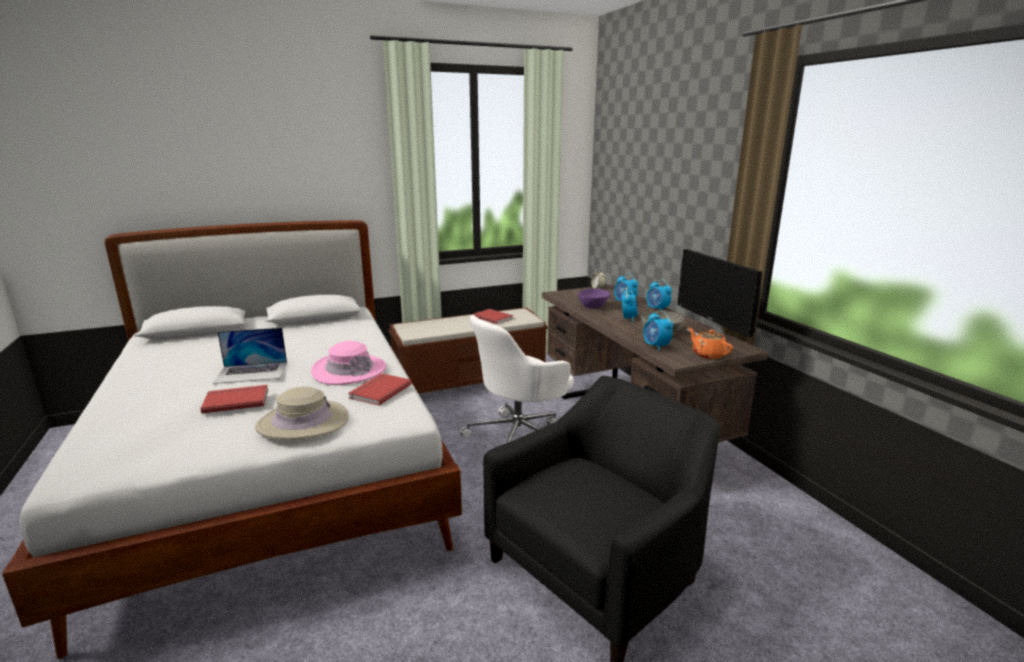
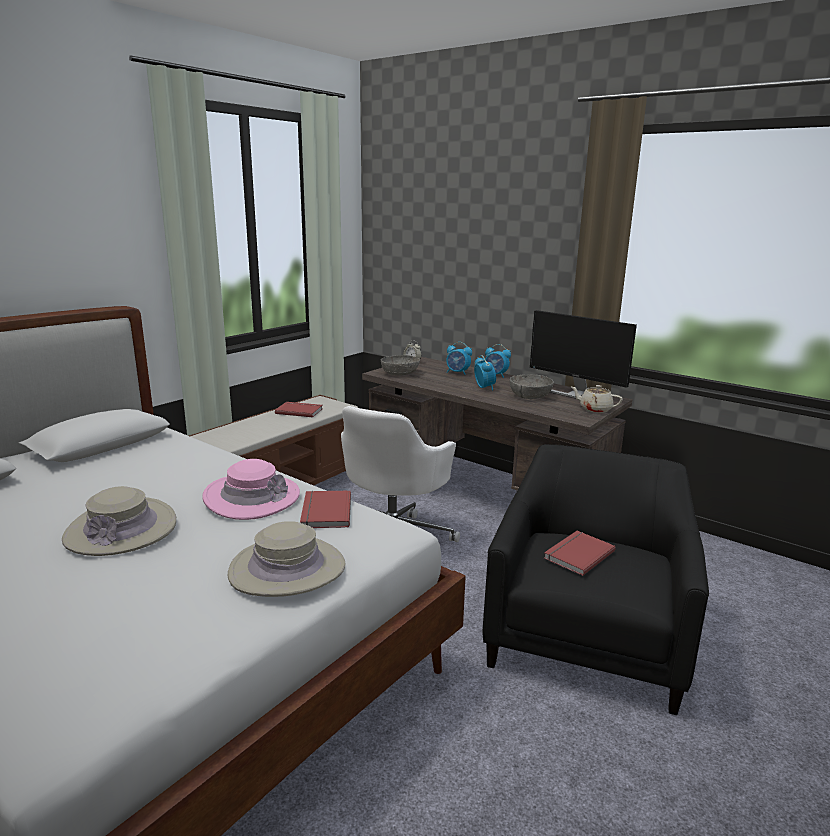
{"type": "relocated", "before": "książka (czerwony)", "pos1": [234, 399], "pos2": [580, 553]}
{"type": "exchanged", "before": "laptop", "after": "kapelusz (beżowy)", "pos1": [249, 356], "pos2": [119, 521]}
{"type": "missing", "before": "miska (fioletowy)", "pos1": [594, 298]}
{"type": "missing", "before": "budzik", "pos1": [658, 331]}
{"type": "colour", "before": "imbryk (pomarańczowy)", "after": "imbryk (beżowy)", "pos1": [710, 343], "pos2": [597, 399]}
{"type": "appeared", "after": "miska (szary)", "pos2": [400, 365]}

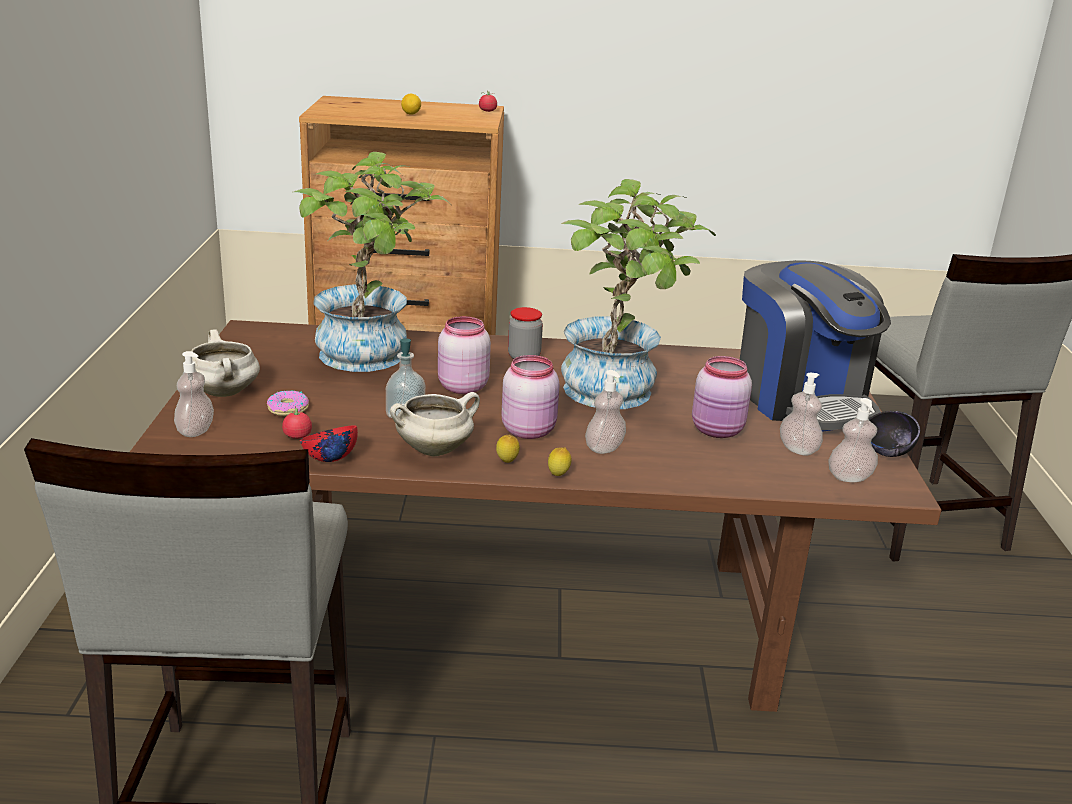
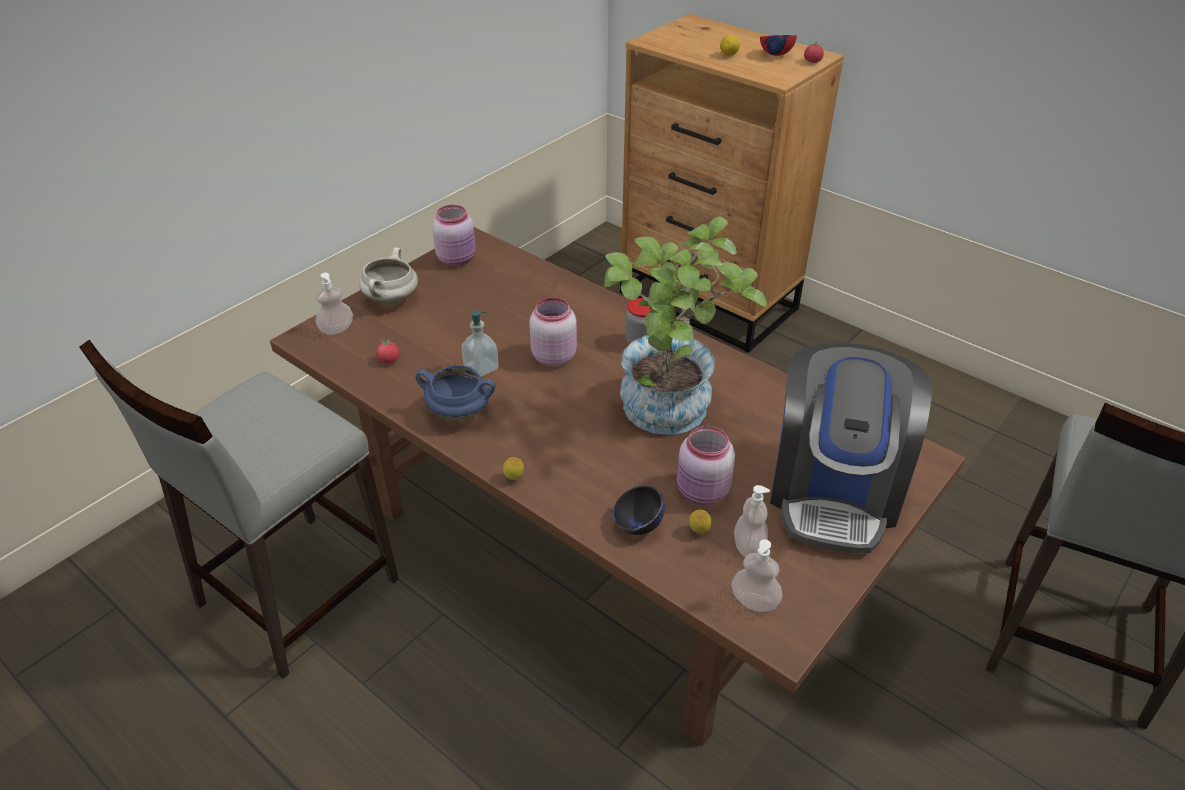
{"type": "missing", "before": "donut", "pos1": [288, 403]}
{"type": "missing", "before": "roślina doniczkowa", "pos1": [371, 262]}
{"type": "relocated", "before": "miska (czerwony)", "pos1": [329, 443], "pos2": [778, 45]}
{"type": "colour", "before": "garnek (biały)", "after": "garnek (niebieski)", "pos1": [435, 424], "pos2": [455, 393]}
{"type": "relocated", "before": "cytryna", "pos1": [508, 449], "pos2": [700, 522]}
{"type": "relocated", "before": "słoik (różowy)", "pos1": [531, 397], "pos2": [454, 235]}
{"type": "missing", "before": "dozownik mydła", "pos1": [605, 412]}
{"type": "relocated", "before": "miska (czarny)", "pos1": [894, 434], "pos2": [639, 510]}

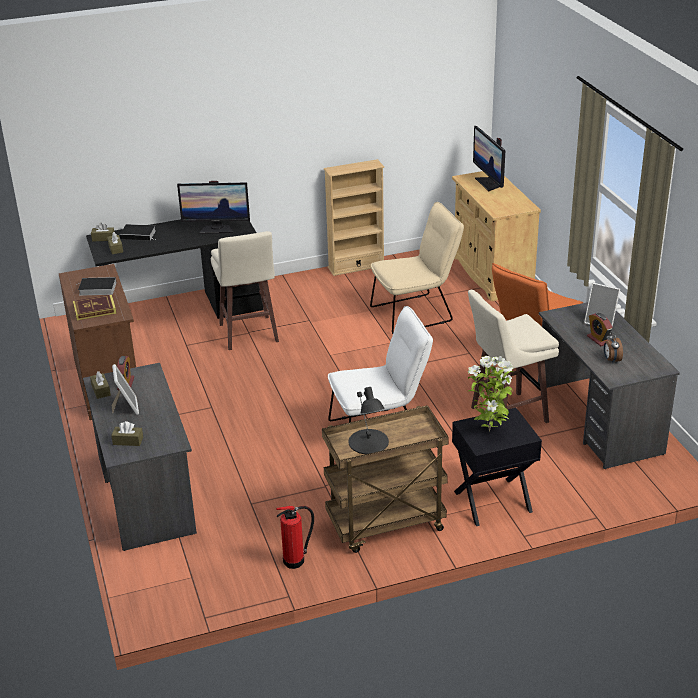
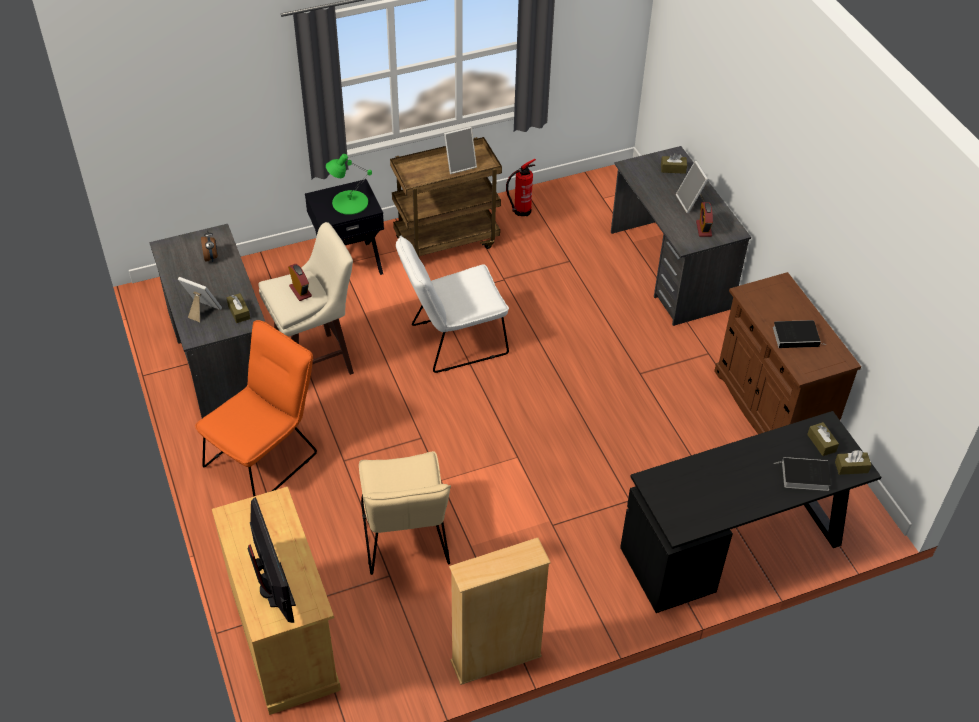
{"type": "missing", "before": "książka", "pos1": [95, 307]}
{"type": "relocated", "before": "pudełko chusteczek (brązowy)", "pos1": [100, 385], "pos2": [238, 308]}
{"type": "missing", "before": "monitor", "pos1": [213, 207]}
{"type": "missing", "before": "stołek (beżowy)", "pos1": [245, 290]}
{"type": "exchanged", "before": "lampa stołowa (czarny)", "after": "ramka na zdjęcie", "pos1": [368, 420], "pos2": [460, 150]}
{"type": "spun", "before": "krzesło (beżowy)", "pos1": [417, 268], "pos2": [405, 513], "turn": -75}
{"type": "exchanged", "before": "roślina doniczkowa", "after": "lampa stołowa (zielony)", "pos1": [490, 394], "pos2": [349, 184]}
{"type": "relocated", "before": "budzik", "pos1": [600, 329], "pos2": [300, 282]}

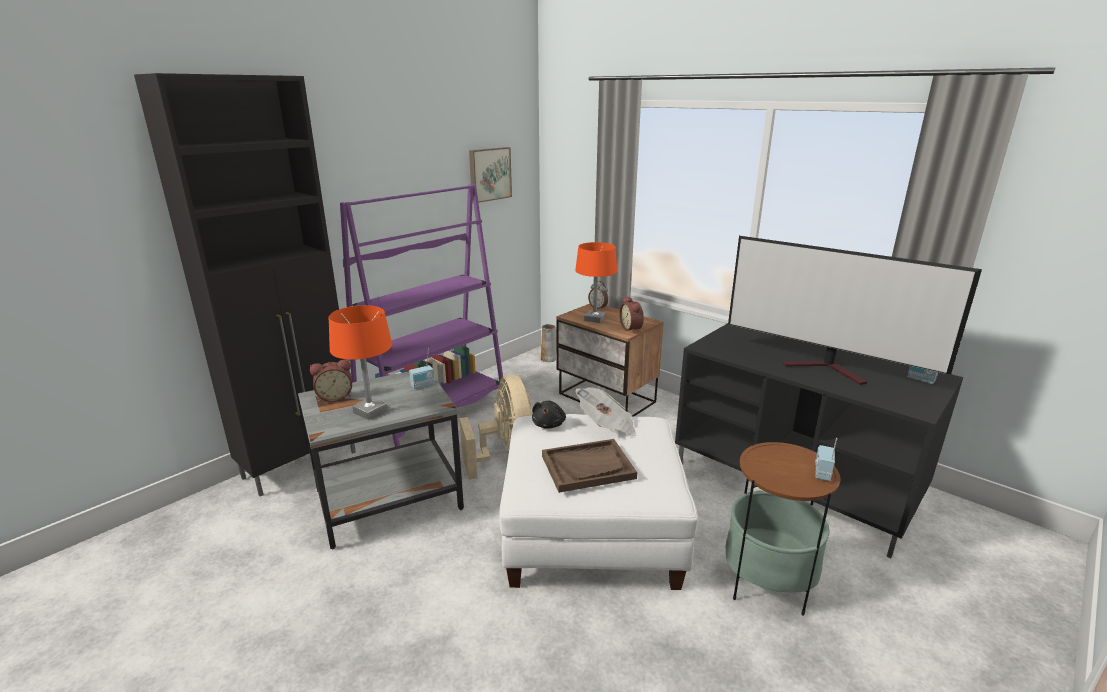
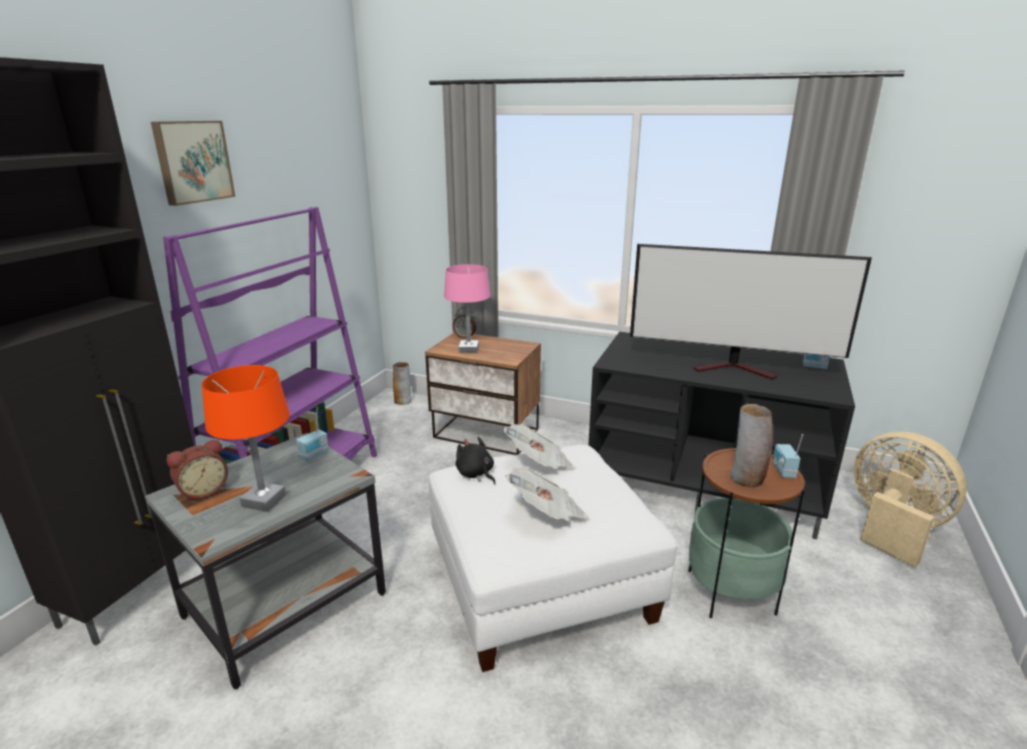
{"type": "relocated", "before": "wentylator (beżowy)", "pos1": [496, 427], "pos2": [910, 499]}
{"type": "relocated", "before": "obraz", "pos1": [490, 175], "pos2": [193, 163]}
{"type": "spun", "before": "pluszak (czarny)", "pos1": [549, 415], "pos2": [475, 461], "turn": 150}
{"type": "exchanged", "before": "taca (brązowy)", "after": "gazeta", "pos1": [589, 466], "pos2": [547, 494]}
{"type": "colour", "before": "lampa stołowa (pomarańczowy)", "after": "lampa stołowa (różowy)", "pos1": [596, 282], "pos2": [467, 308]}
{"type": "missing", "before": "budzik", "pos1": [631, 314]}
{"type": "appeared", "after": "wazon", "pos2": [751, 445]}

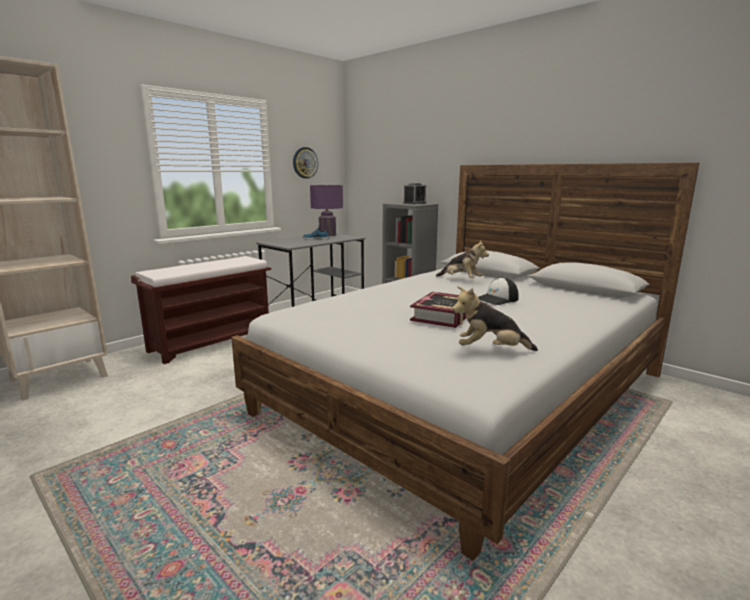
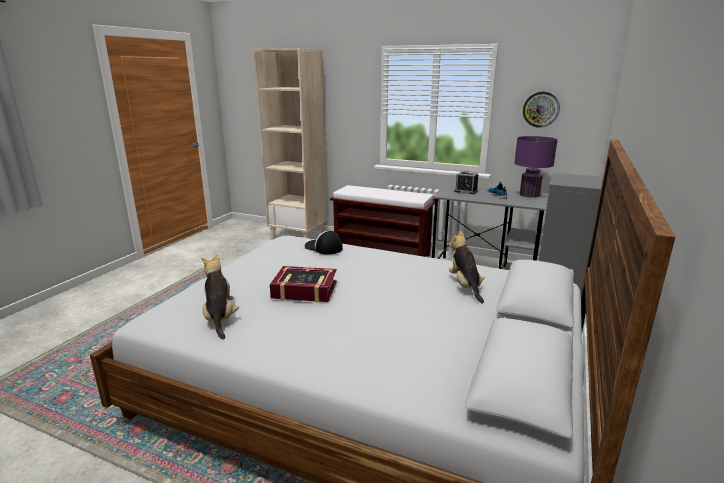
{"type": "relocated", "before": "budzik", "pos1": [414, 193], "pos2": [466, 182]}
{"type": "spun", "before": "pluszak", "pos1": [462, 259], "pos2": [467, 267], "turn": 150}
{"type": "relocated", "before": "czapka z daszkiem", "pos1": [498, 291], "pos2": [324, 242]}

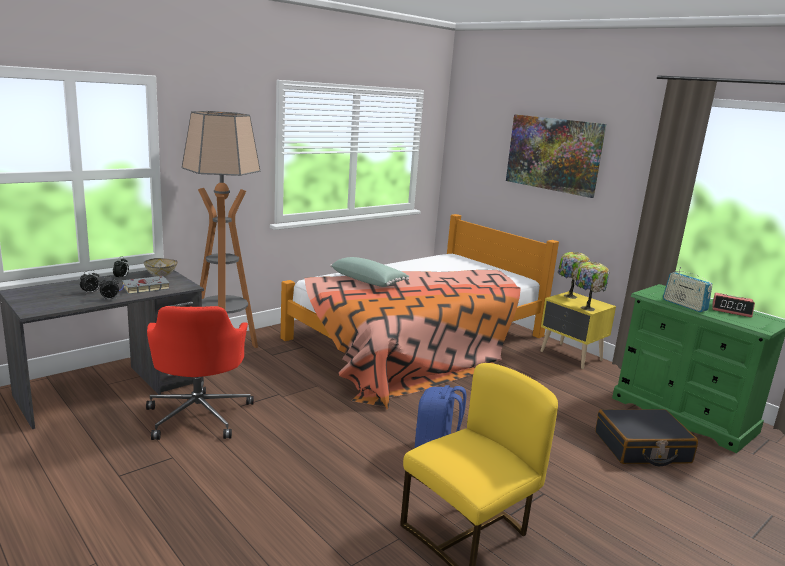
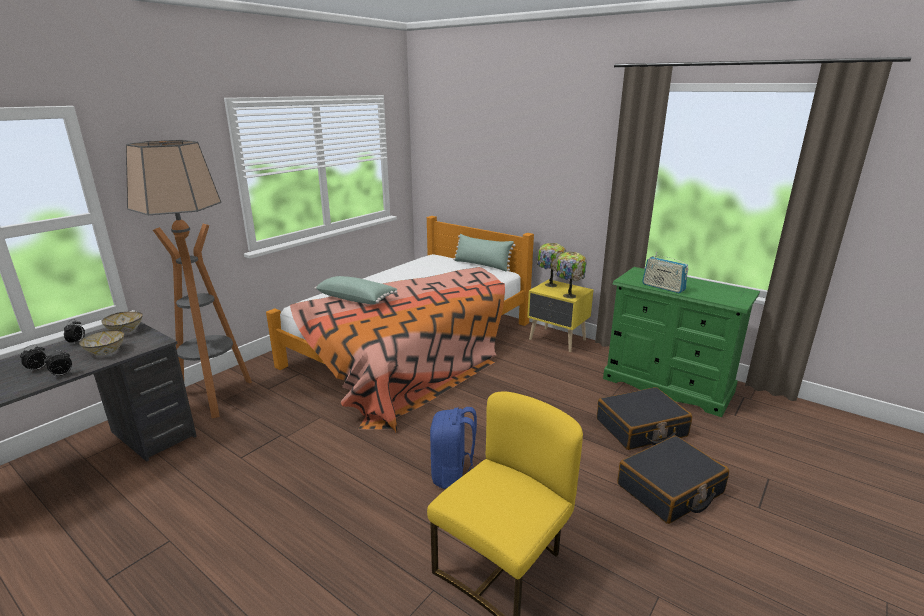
{"type": "exchanged", "before": "książka (szary)", "after": "miska", "pos1": [144, 285], "pos2": [101, 342]}
{"type": "missing", "before": "krzesło biurowe (czerwony)", "pos1": [200, 373]}
{"type": "missing", "before": "obraz", "pos1": [556, 156]}
{"type": "missing", "before": "budzik", "pos1": [734, 305]}
{"type": "appeared", "after": "poduszka (zielony)", "pos2": [484, 253]}
{"type": "appeared", "after": "walizka (czarny)", "pos2": [673, 480]}

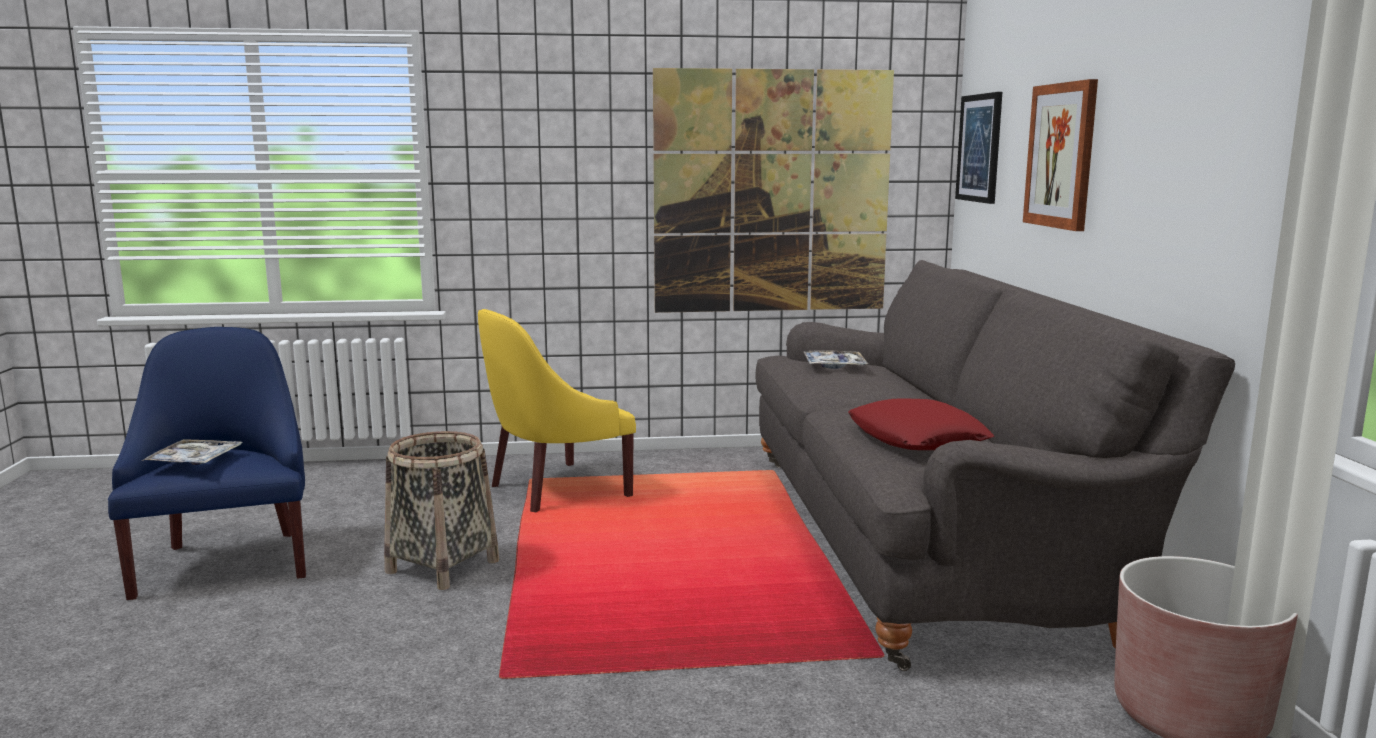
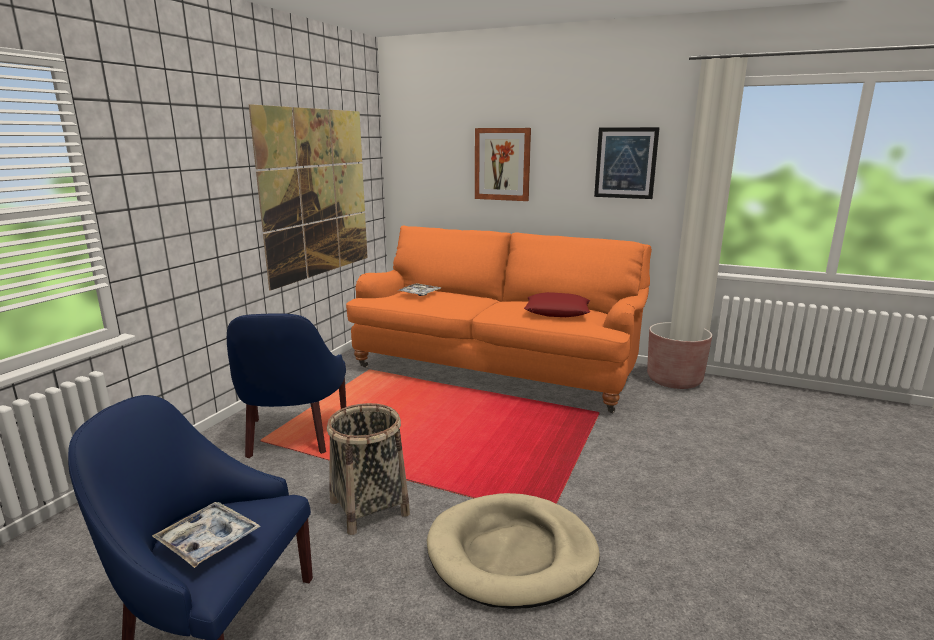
{"type": "colour", "before": "fotel (żółty)", "after": "fotel (niebieski)", "pos1": [557, 410], "pos2": [286, 386]}
{"type": "colour", "before": "kanapa (szary)", "after": "kanapa (pomarańczowy)", "pos1": [995, 465], "pos2": [499, 319]}
{"type": "relocated", "before": "obraz", "pos1": [978, 148], "pos2": [627, 163]}
{"type": "appeared", "after": "legowisko (beżowy)", "pos2": [513, 551]}

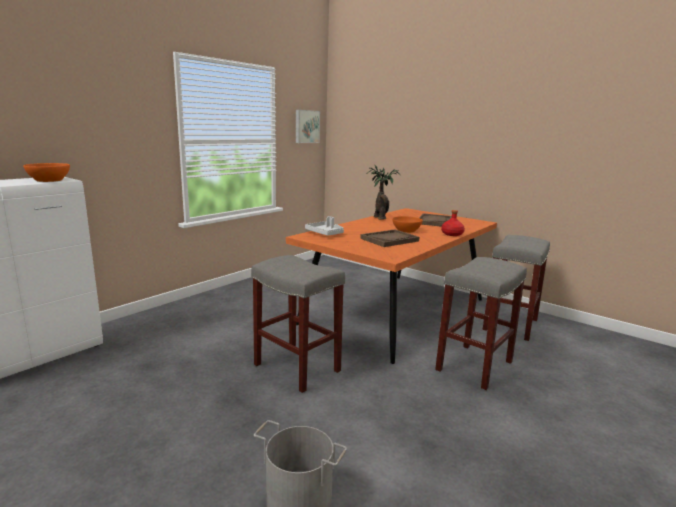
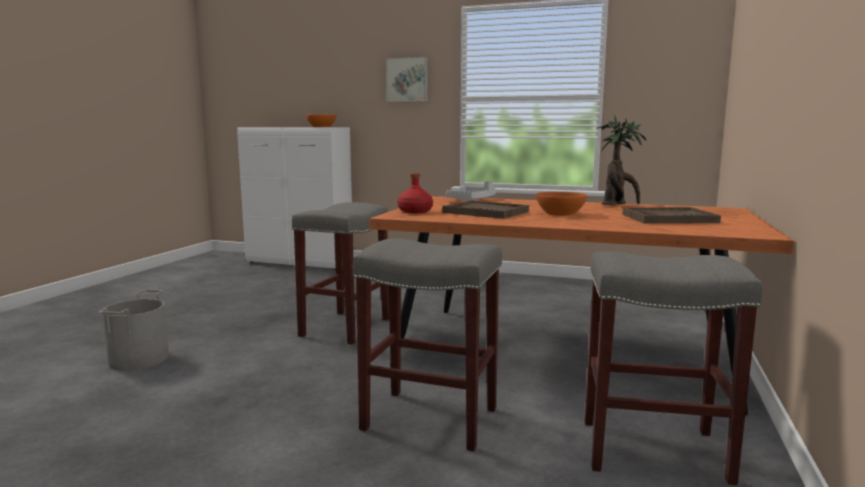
{"type": "relocated", "before": "obraz", "pos1": [308, 126], "pos2": [407, 79]}
{"type": "relocated", "before": "butelka (czerwony)", "pos1": [453, 223], "pos2": [415, 193]}

